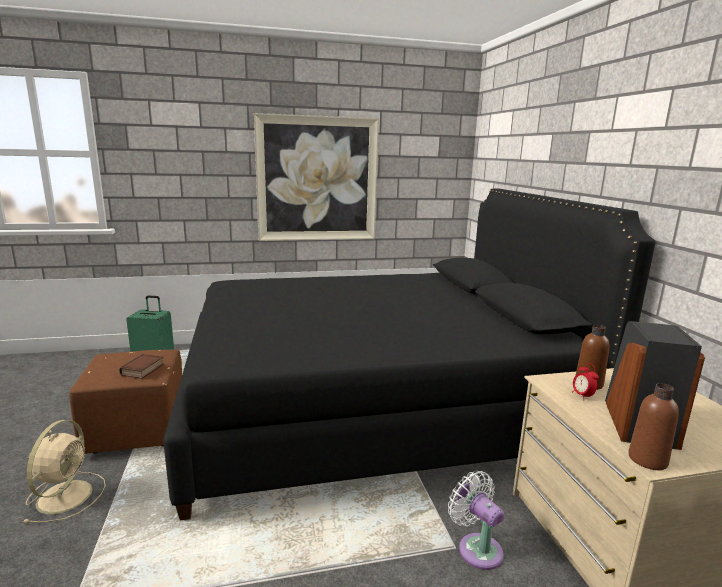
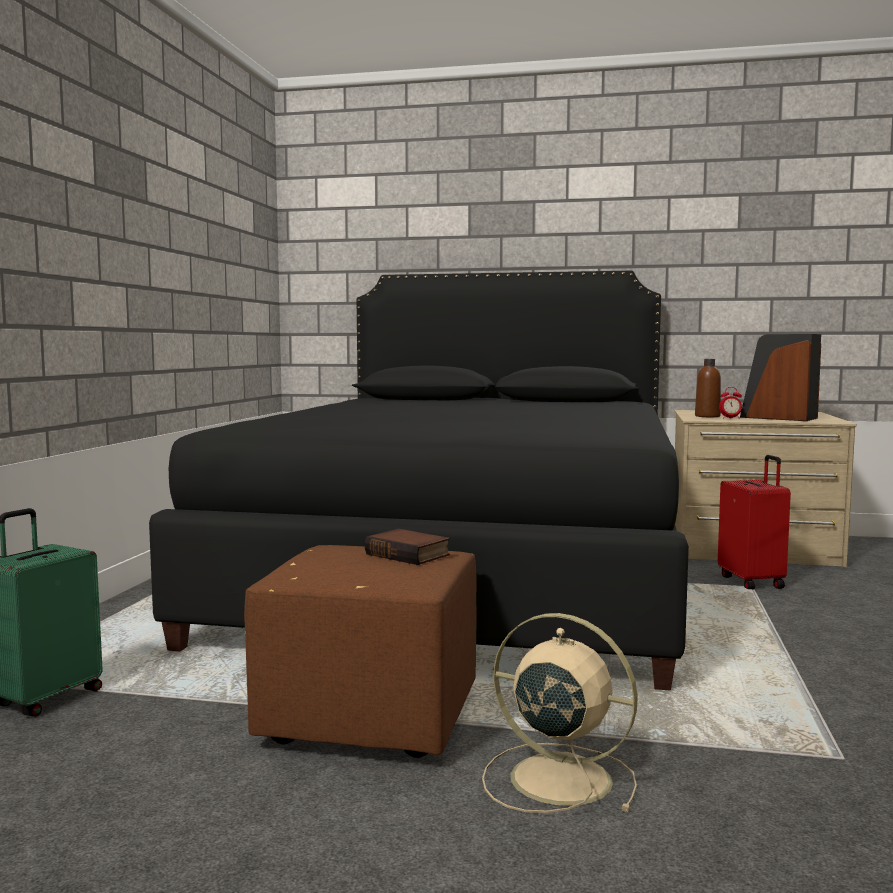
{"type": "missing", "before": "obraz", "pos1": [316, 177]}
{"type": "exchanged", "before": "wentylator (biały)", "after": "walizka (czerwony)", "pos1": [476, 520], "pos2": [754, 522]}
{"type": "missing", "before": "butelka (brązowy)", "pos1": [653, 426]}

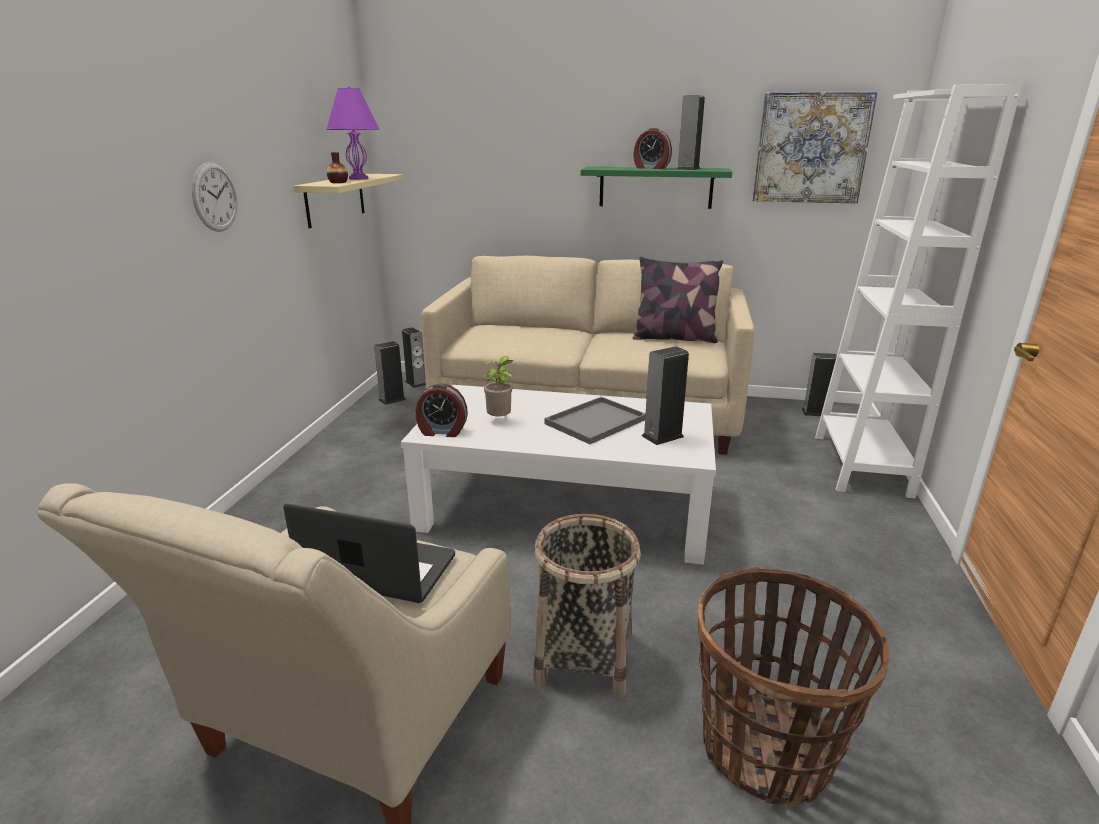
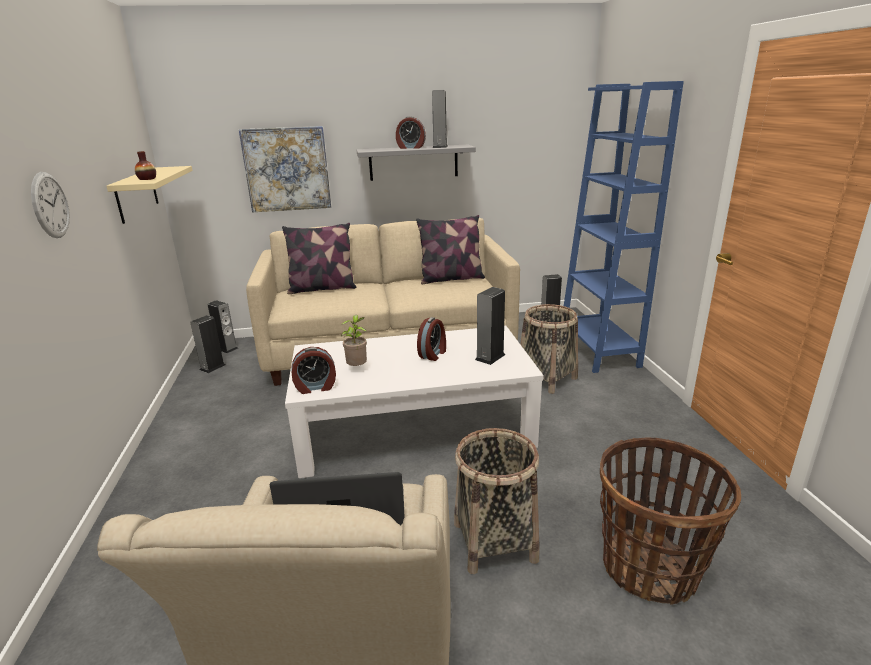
{"type": "missing", "before": "lampa stołowa (fioletowy)", "pos1": [353, 133]}
{"type": "exchanged", "before": "taca (szary)", "after": "budzik", "pos1": [595, 420], "pos2": [431, 339]}
{"type": "colour", "before": "półka (zielony)", "after": "półka (szary)", "pos1": [656, 188], "pos2": [416, 163]}
{"type": "relocated", "before": "obraz", "pos1": [815, 147], "pos2": [285, 169]}
{"type": "colour", "before": "regał (biały)", "after": "regał (niebieski)", "pos1": [918, 291], "pos2": [624, 227]}
{"type": "appeared", "after": "poduszka", "pos2": [319, 258]}
{"type": "appeared", "after": "koszyk", "pos2": [549, 349]}

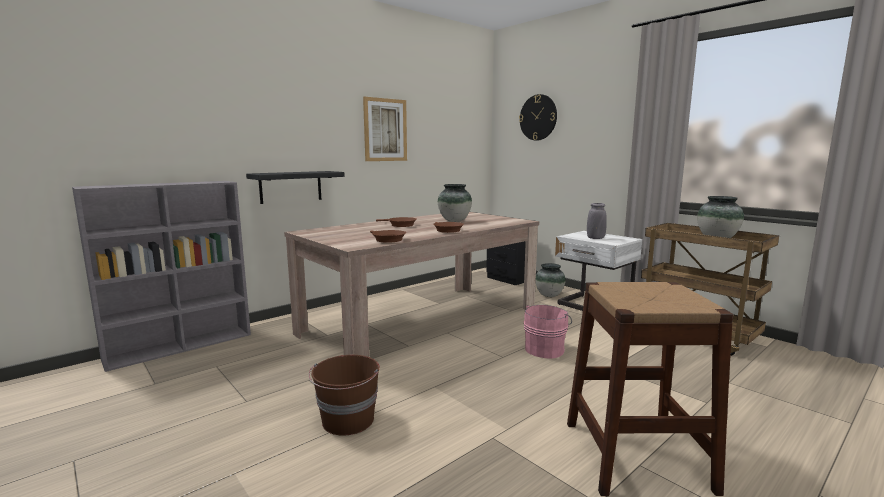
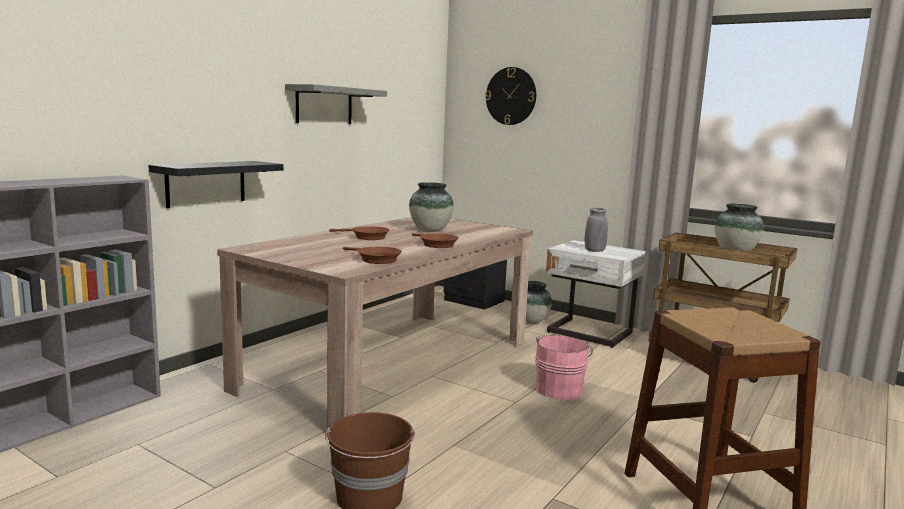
{"type": "exchanged", "before": "obraz", "after": "półka (szary)", "pos1": [385, 129], "pos2": [336, 104]}

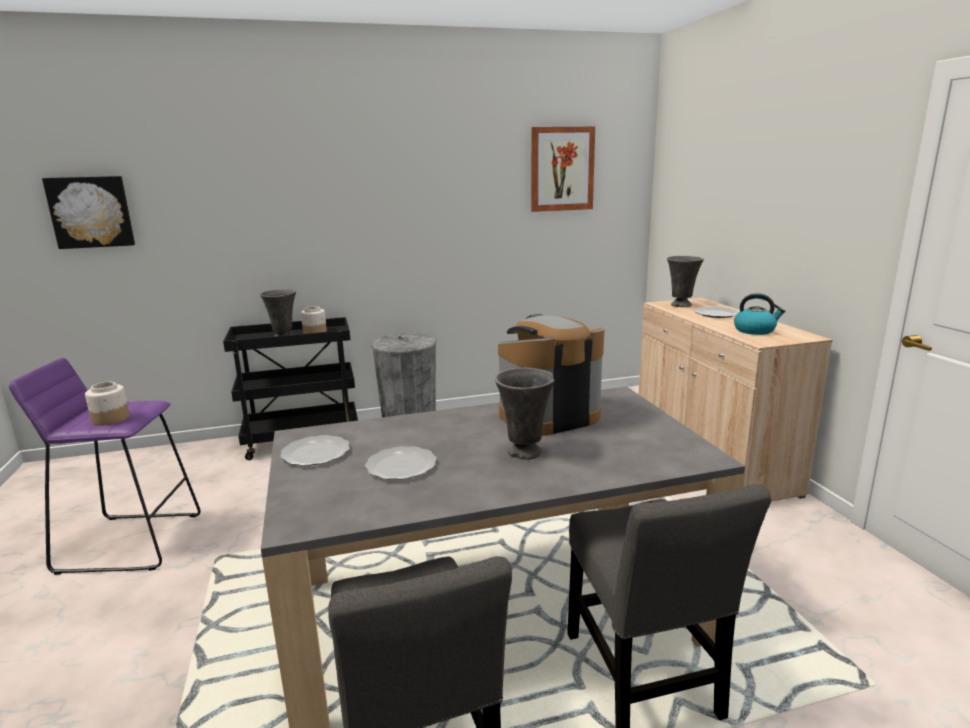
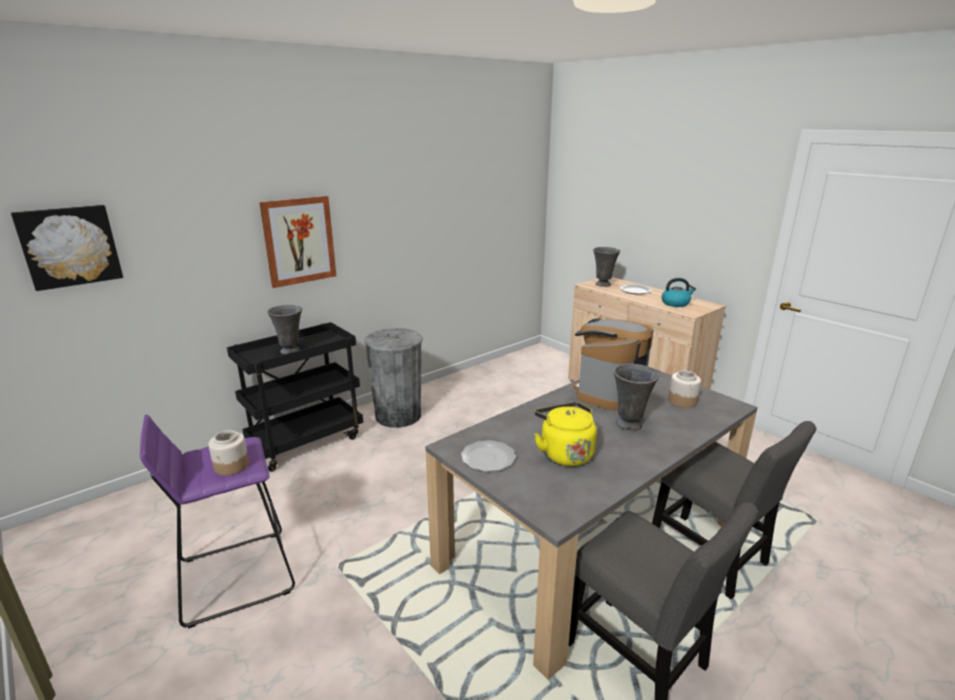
{"type": "relocated", "before": "słoik", "pos1": [314, 320], "pos2": [684, 389]}
{"type": "exchanged", "before": "talerz", "after": "czajnik (żółty)", "pos1": [401, 463], "pos2": [565, 434]}
{"type": "relocated", "before": "obraz", "pos1": [563, 169], "pos2": [297, 242]}

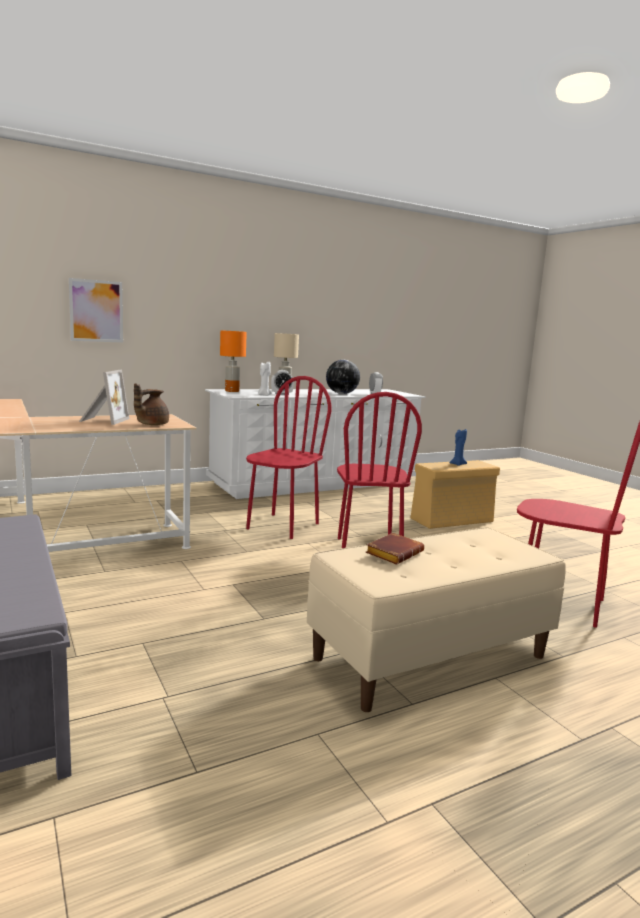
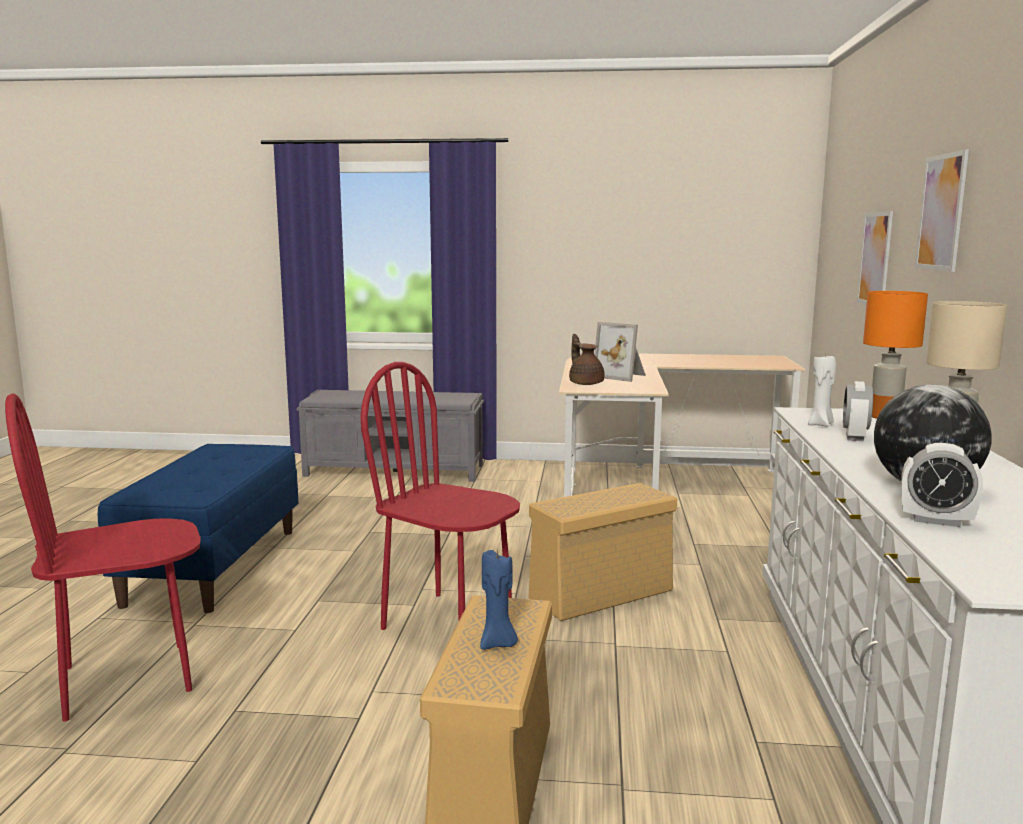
{"type": "exchanged", "before": "krzesło (czerwony)", "after": "pojemnik do przechowywania (beżowy)", "pos1": [288, 457], "pos2": [602, 552]}
{"type": "colour", "before": "ławka (beżowy)", "after": "ławka (niebieski)", "pos1": [436, 619], "pos2": [198, 528]}
{"type": "missing", "before": "książka (brązowy)", "pos1": [394, 548]}
{"type": "appeared", "after": "obraz", "pos2": [942, 210]}

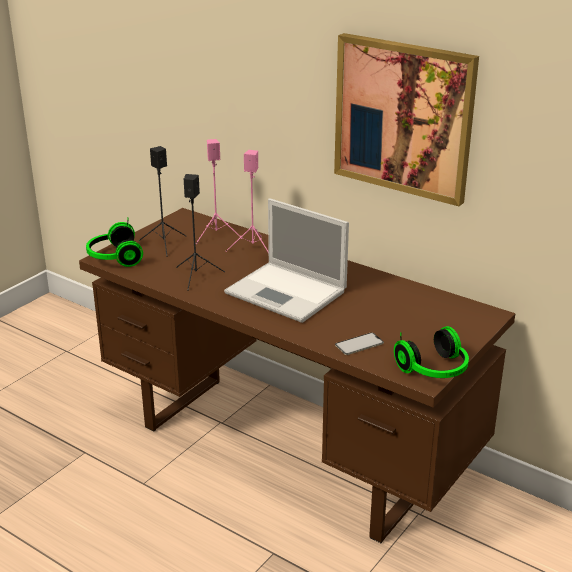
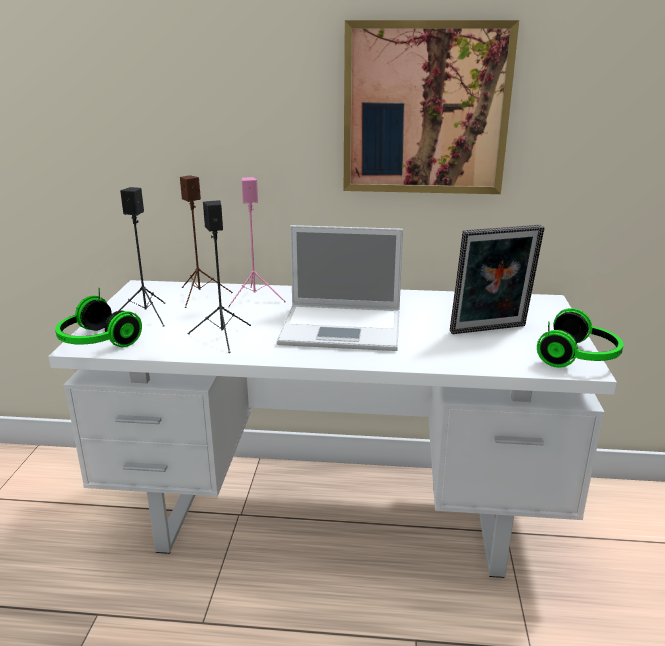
{"type": "colour", "before": "biurko (brązowy)", "after": "biurko (biały)", "pos1": [297, 375], "pos2": [332, 429]}
{"type": "colour", "before": "głośnik (różowy)", "after": "głośnik (brązowy)", "pos1": [219, 191], "pos2": [206, 241]}
{"type": "missing", "before": "telefon", "pos1": [359, 343]}
{"type": "appeared", "after": "ramka na zdjęcie", "pos2": [497, 279]}

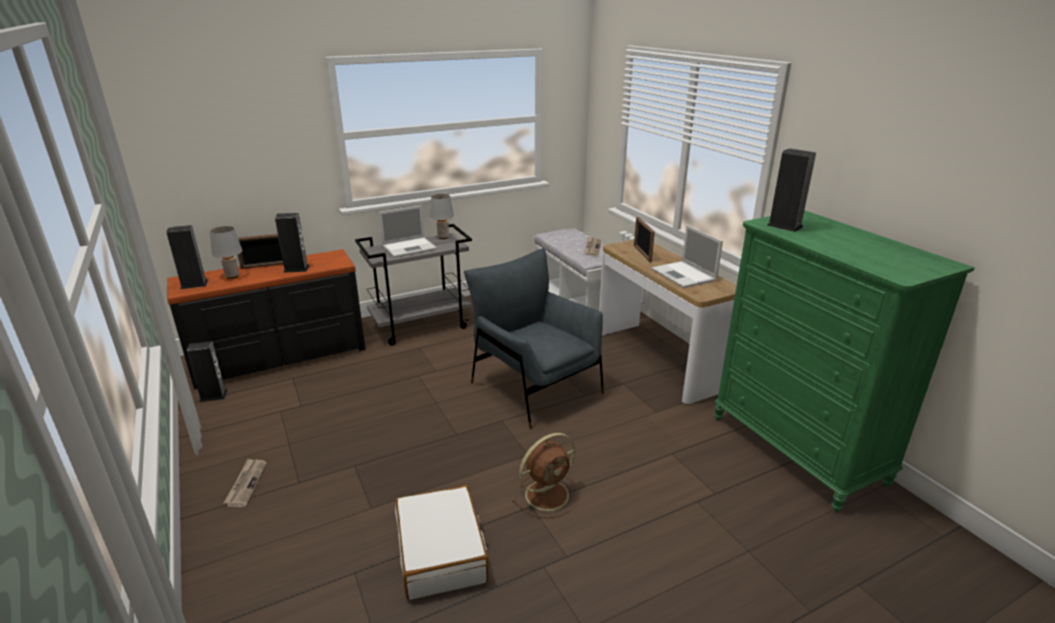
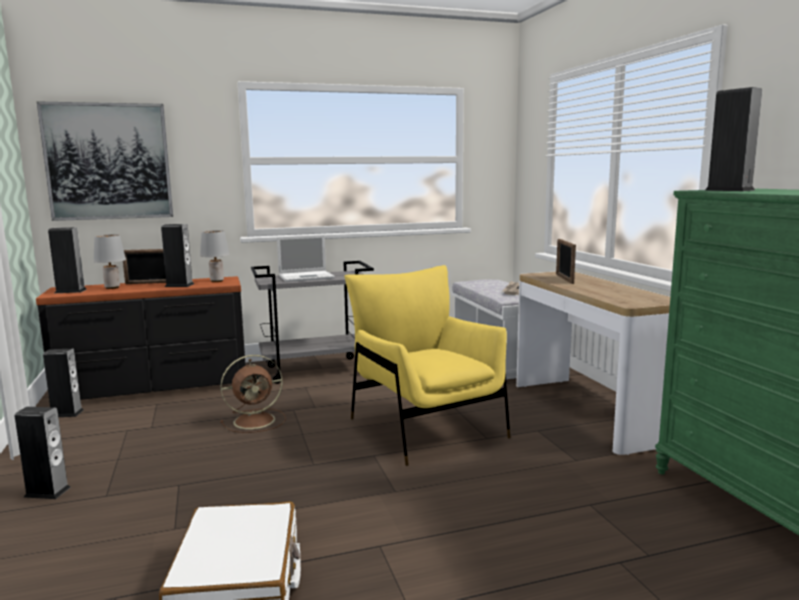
{"type": "exchanged", "before": "gazeta", "after": "głośnik", "pos1": [245, 483], "pos2": [43, 453]}
{"type": "relocated", "before": "lampa stołowa (szary)", "pos1": [442, 216], "pos2": [214, 256]}
{"type": "colour", "before": "fotel (szary)", "after": "fotel (żółty)", "pos1": [534, 338], "pos2": [427, 365]}
{"type": "relocated", "before": "wentylator (brązowy)", "pos1": [546, 476], "pos2": [253, 394]}
{"type": "missing", "before": "laptop", "pos1": [687, 256]}
{"type": "appeared", "after": "obraz", "pos2": [105, 161]}

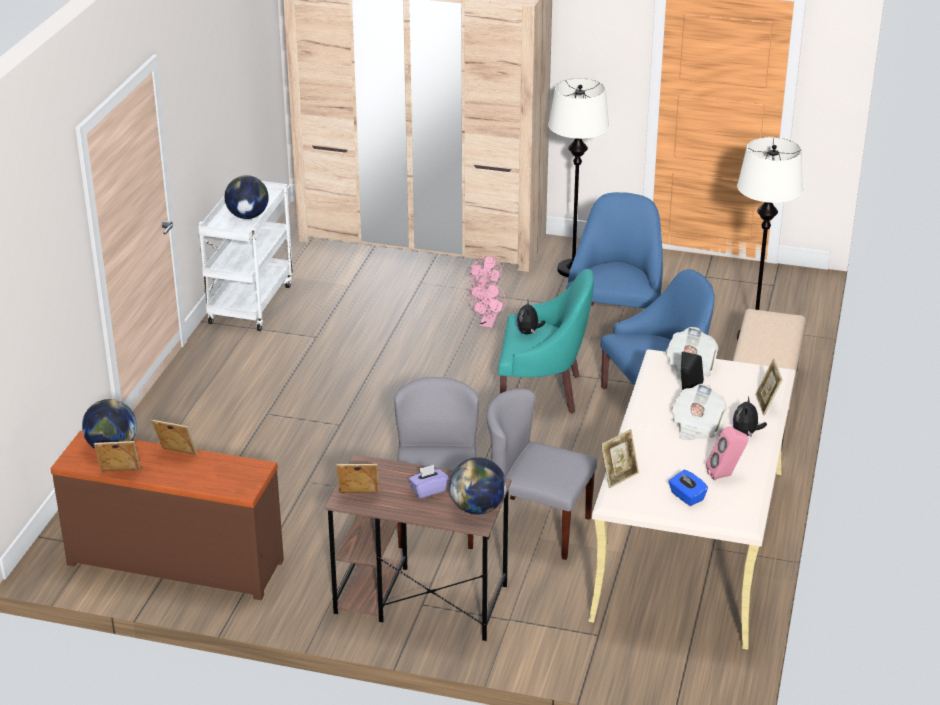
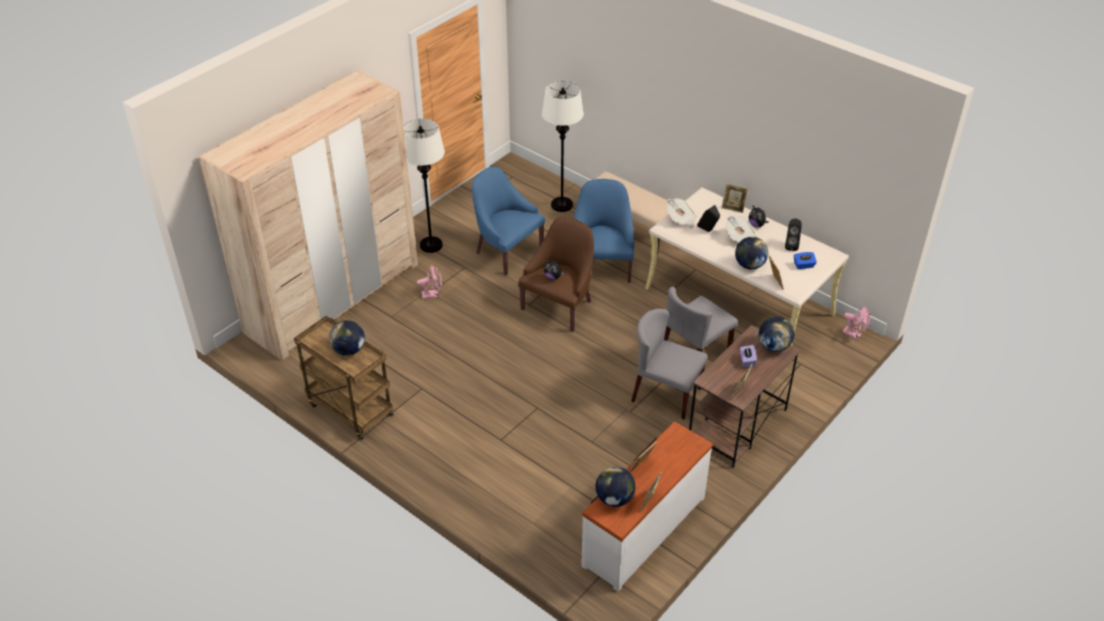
{"type": "colour", "before": "komoda (brązowy)", "after": "komoda (biały)", "pos1": [167, 515], "pos2": [647, 506]}
{"type": "colour", "before": "wózek (biały)", "after": "wózek (brązowy)", "pos1": [245, 256], "pos2": [343, 378]}
{"type": "relocated", "before": "wentylator (różowy)", "pos1": [487, 304], "pos2": [856, 323]}
{"type": "colour", "before": "fotel (turkusowy)", "after": "fotel (brązowy)", "pos1": [546, 341], "pos2": [556, 274]}
{"type": "colour", "before": "głośnik (różowy)", "after": "głośnik (czarny)", "pos1": [727, 453], "pos2": [793, 234]}
{"type": "appeared", "after": "globus", "pos2": [751, 253]}

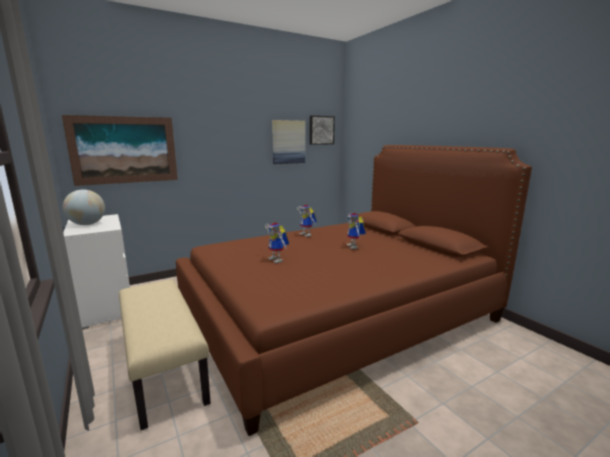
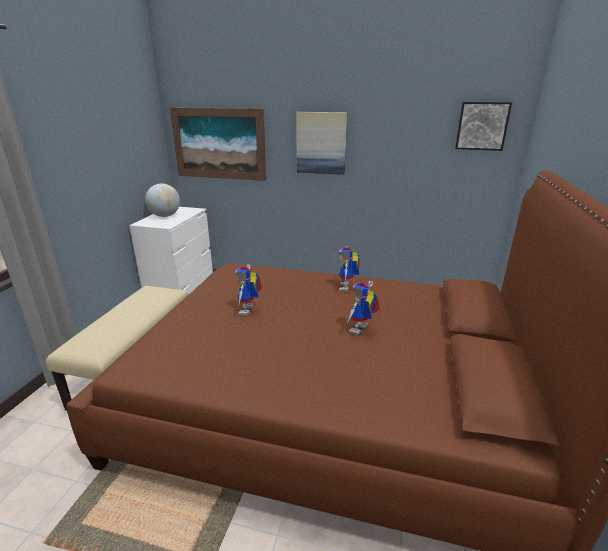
{"type": "relocated", "before": "obraz", "pos1": [288, 142], "pos2": [321, 143]}

